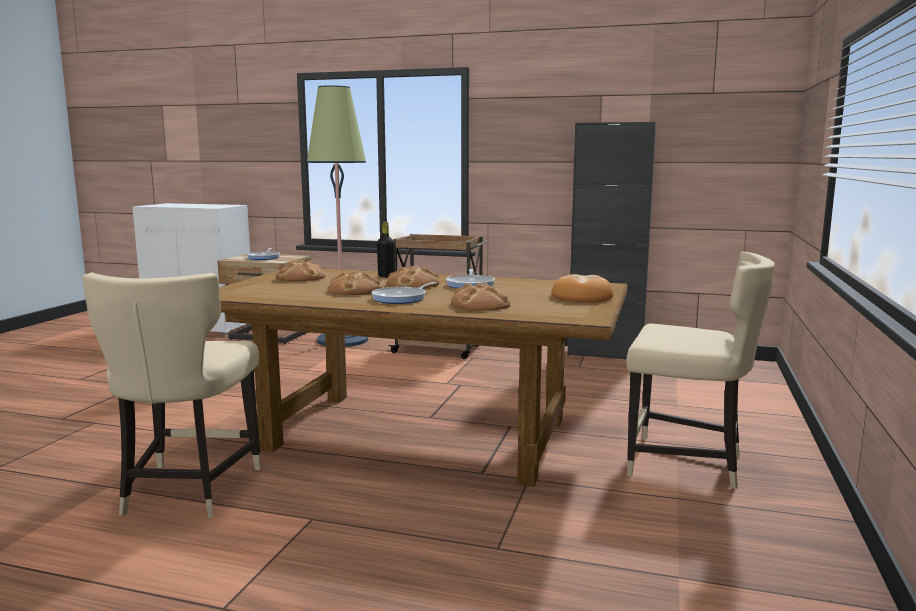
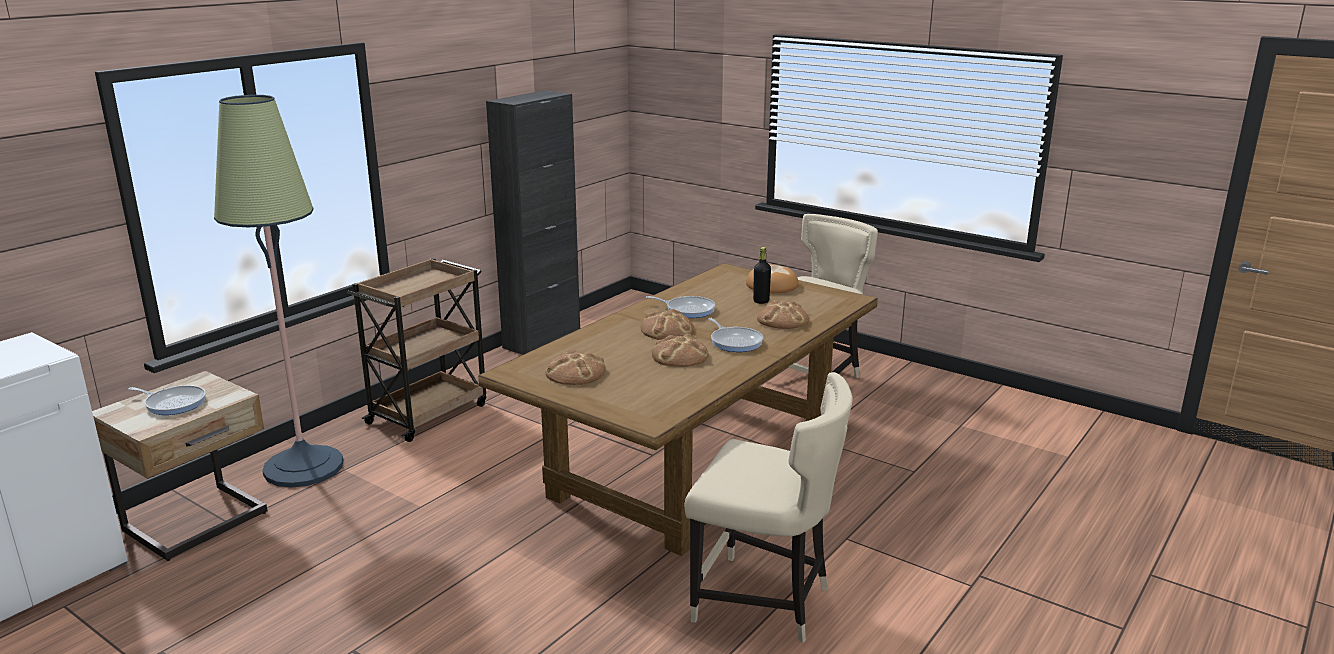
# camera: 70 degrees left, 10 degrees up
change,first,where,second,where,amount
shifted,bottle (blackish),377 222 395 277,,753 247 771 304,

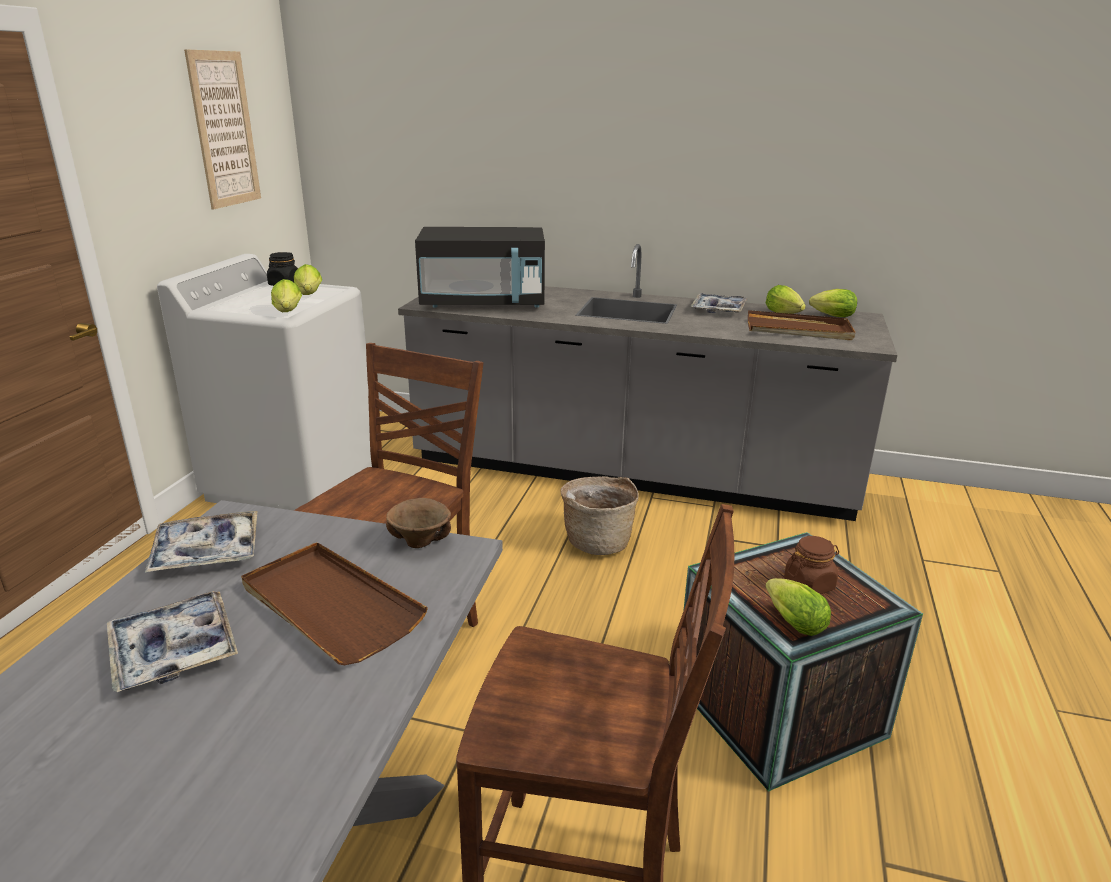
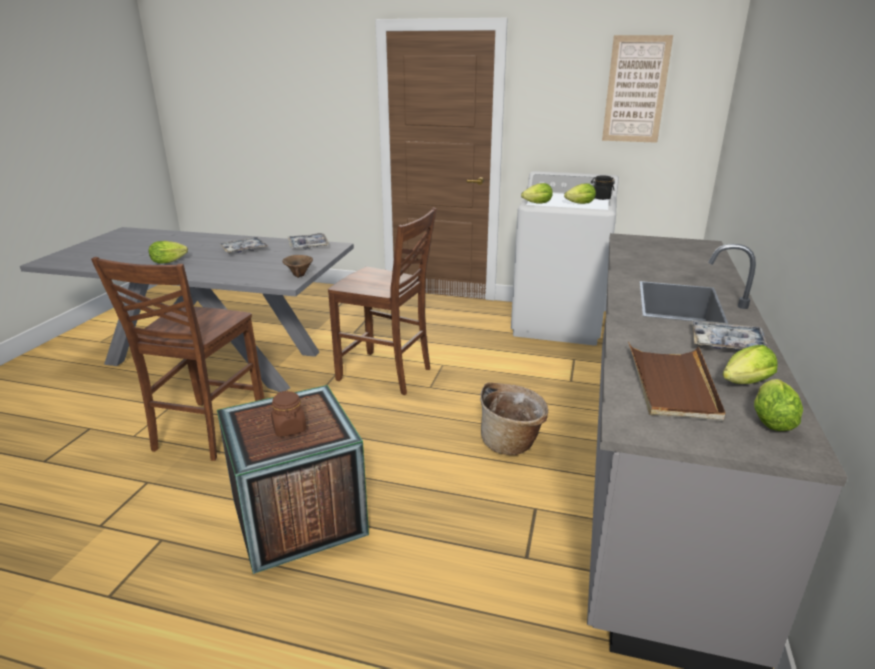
# camera: 90 degrees right, 0 degrees up
change,first,where,second,where,amount
gone,carrying tray (brownish),241 542 428 665,,,
gone,microwave (blackish),415 227 545 308,,,
shifted,head of lettuce,765 578 831 636,,149 241 188 264,

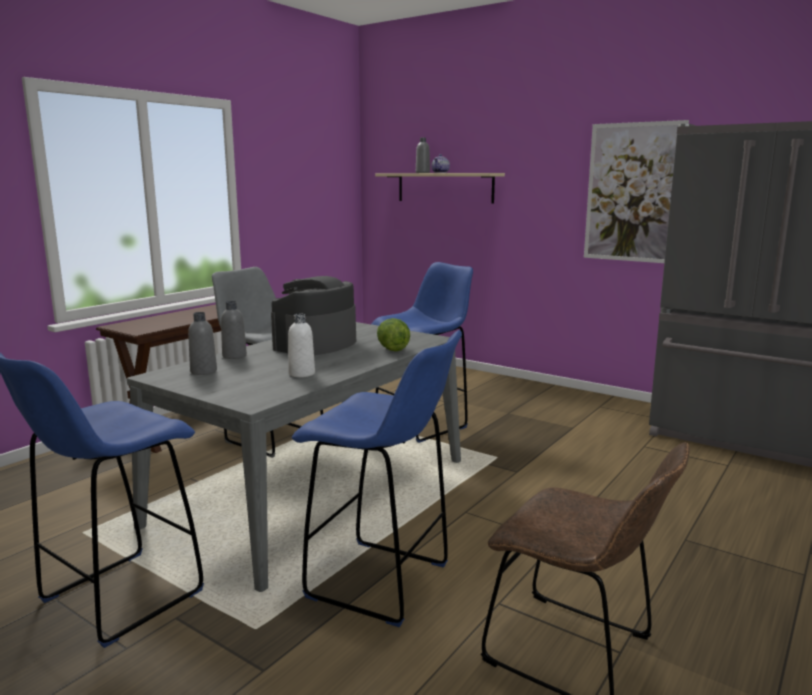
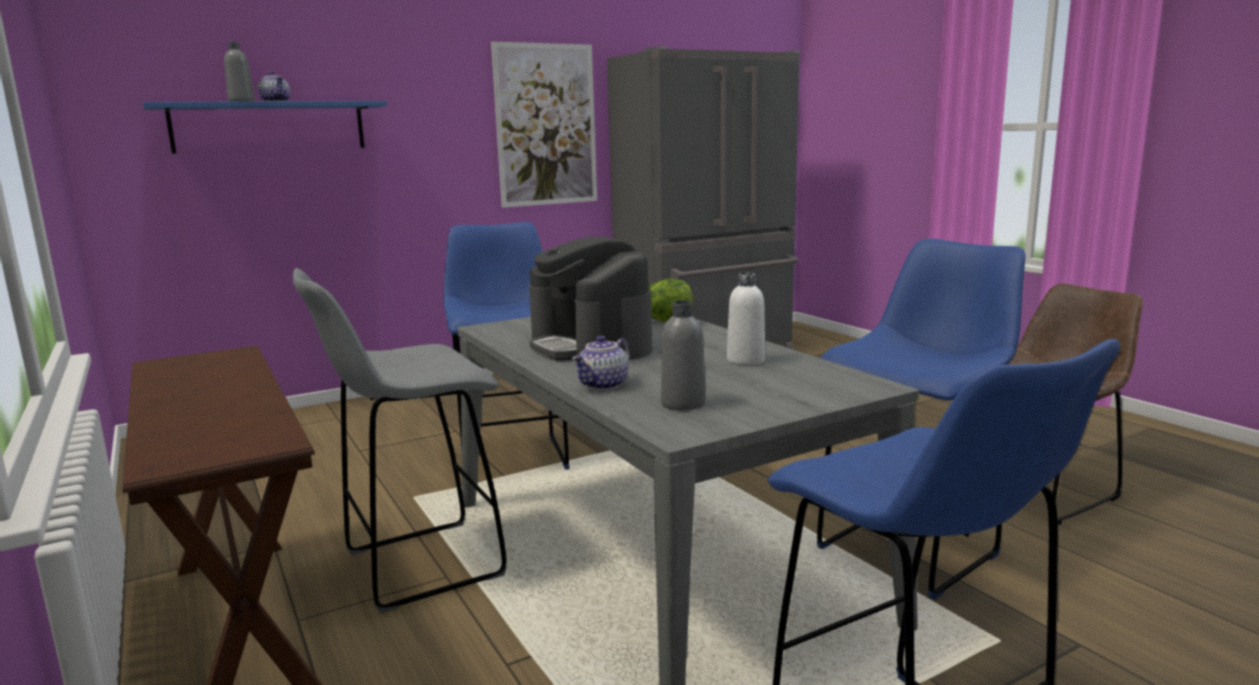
# camera: 65 degrees left, 0 degrees up
change,first,where,second,where,amount
swapped,bottle (greyish),221 301 247 359,teapot,572 336 630 390,
repainted,bracket shelf (sand-coloured),375 173 505 204,bracket shelf (bluish),143 101 387 154,

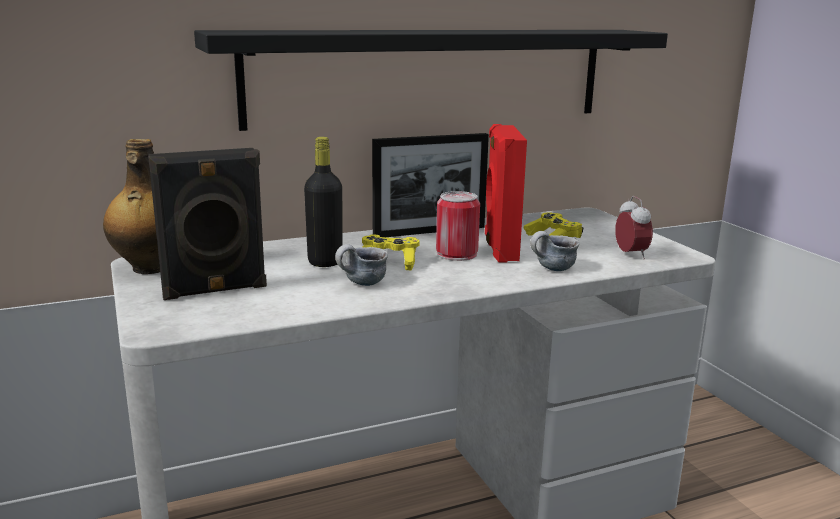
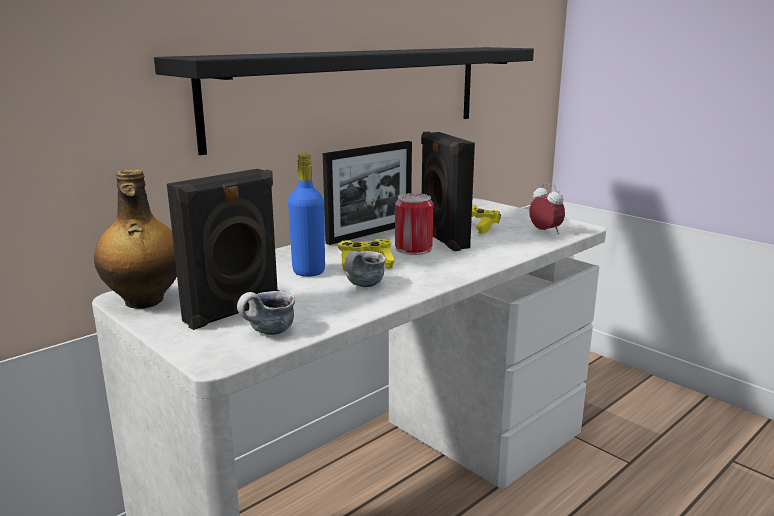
# camera: 20 degrees left, 0 degrees up
change,first,where,second,where,amount
repainted,bottle (blackish),304 137 343 267,bottle (bluish),288 154 325 277,
repainted,loudspeaker (reddish),485 124 527 262,loudspeaker (blackish),421 132 475 251,
shifted,mug,530 231 579 271,,237 291 295 335,

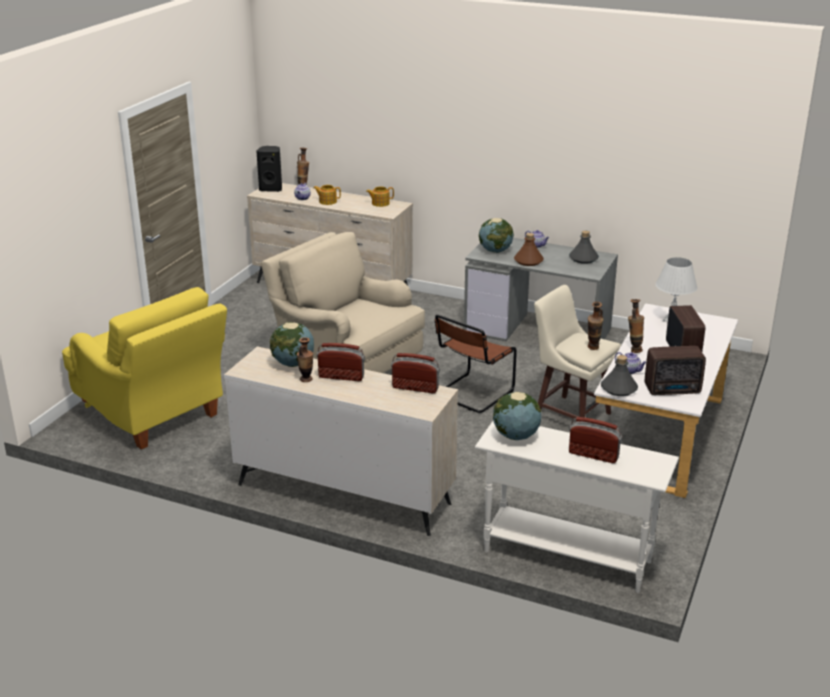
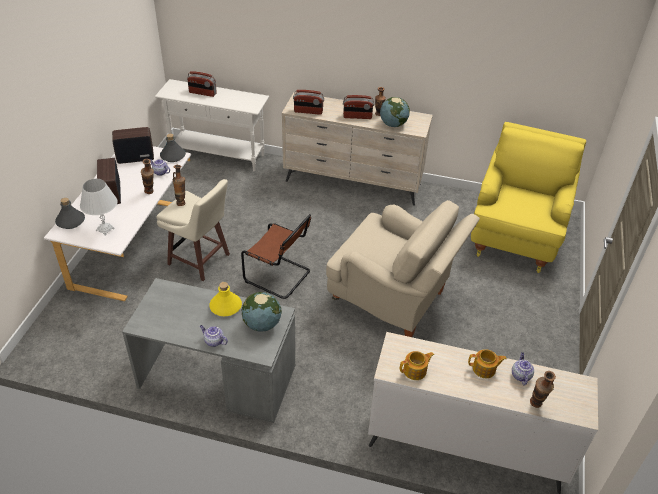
# camera: 170 degrees right, 15 degrees up
change,first,where,second,where,amount
rotated,easy chair (yellow-coloured),62 287 227 450,,471 122 586 273,75 degrees clockwise
gone,loudspeaker (blackish),256 146 282 192,,,
rotated,chair (brownish),434 315 517 413,,241 214 311 299,90 degrees clockwise
gone,globe,493 392 542 441,,,
repainted,bottle (brownish),514 233 544 266,bottle (yellow-coloured),209 282 242 316,
shifted,bottle (greyish),569 231 599 264,,55 198 85 229,

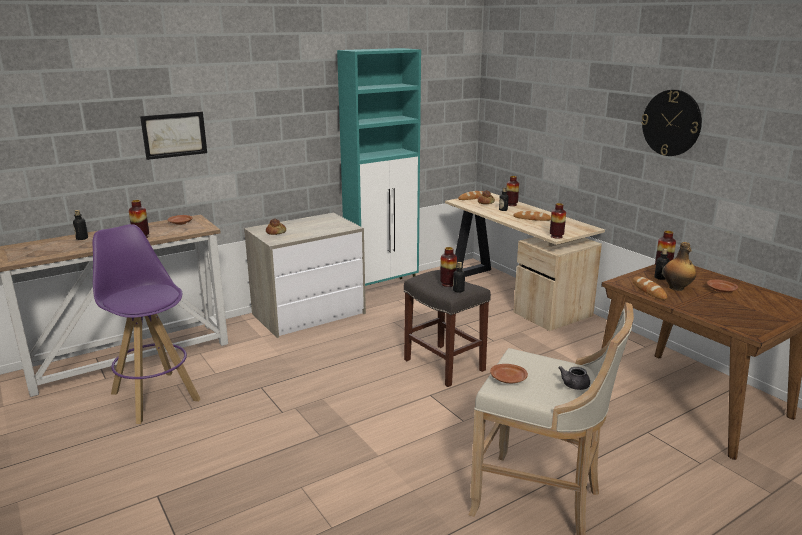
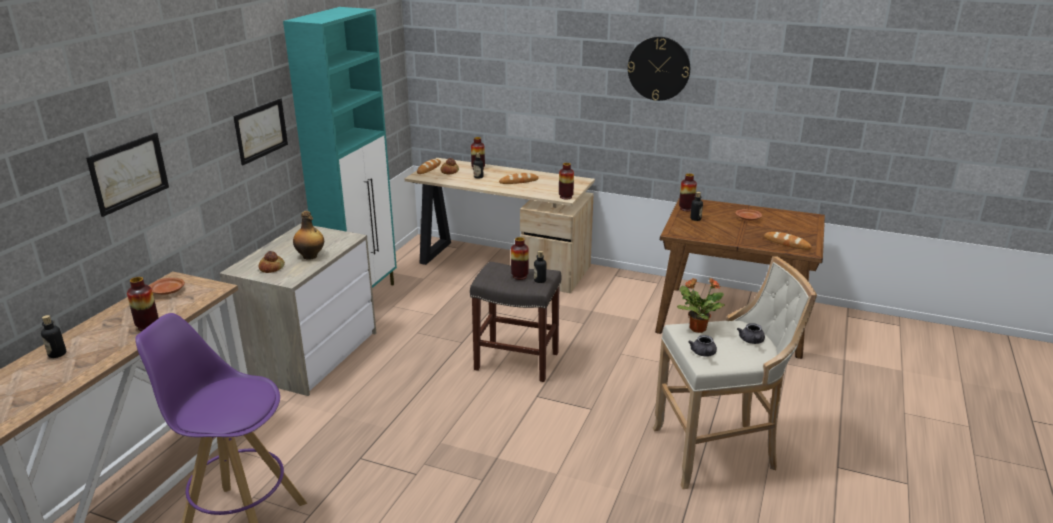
# camera: 35 degrees left, 5 degrees up
change,first,where,second,where,amount
swapped,dinner plate (brownish),490 364 528 383,teapot (greyish),688 335 717 357,
shifted,bread,632 277 667 300,,764 232 812 250,
shifted,bottle,663 242 696 291,,293 211 324 260,
new,,,wall picture,233 98 288 165,
new,,,potted plant,677 278 725 333,

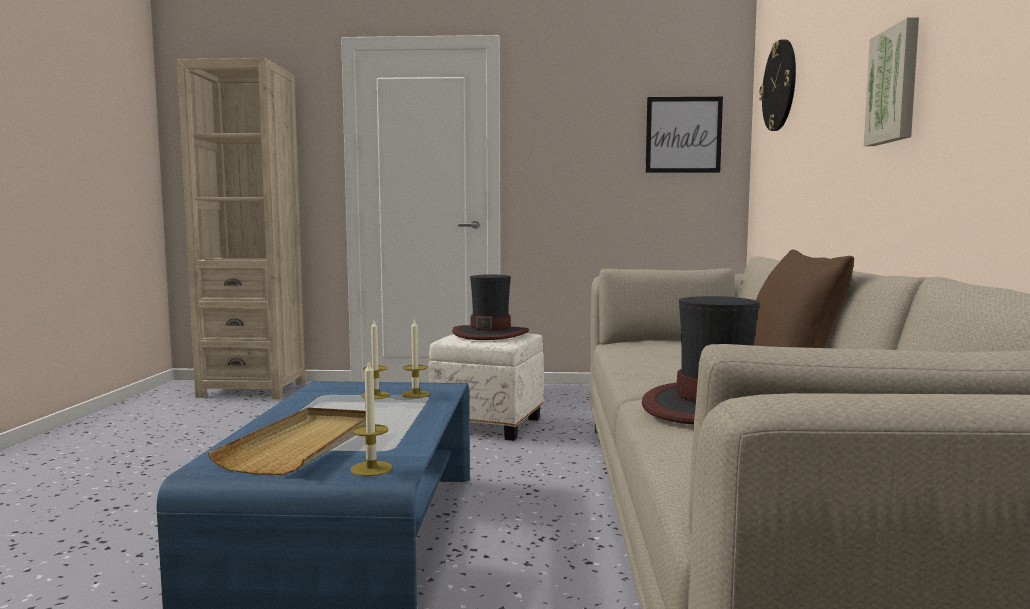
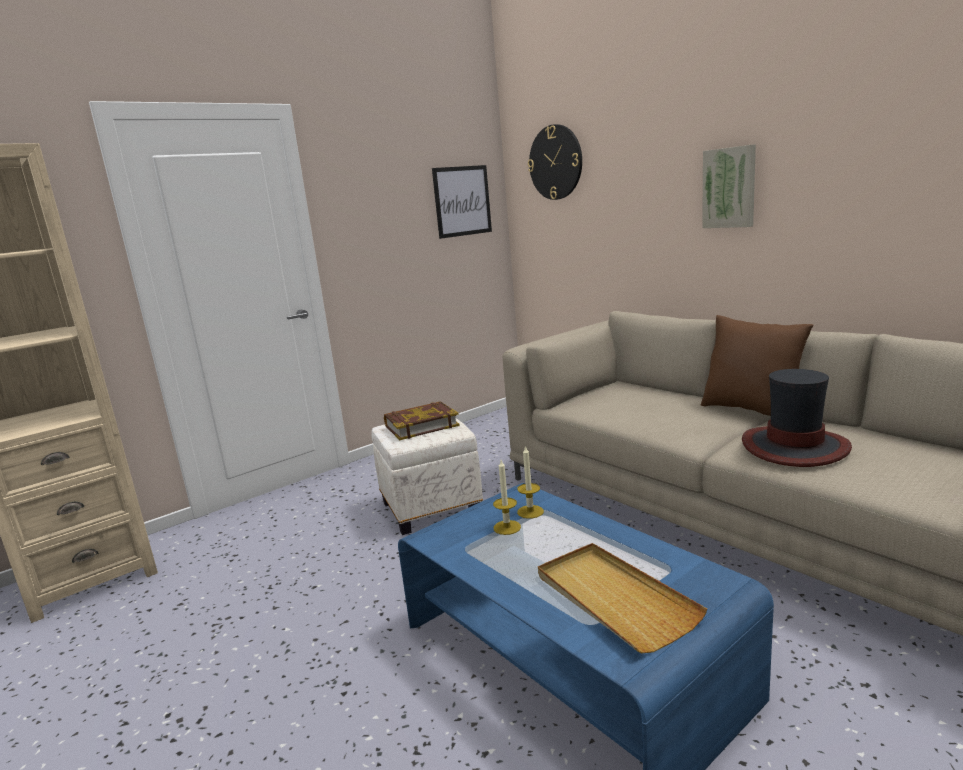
# camera: 40 degrees left, 10 degrees up
change,first,where,second,where,amount
gone,wax light,351 362 392 476,,,
swapped,clothing hat,452 274 529 340,book,384 401 460 440,

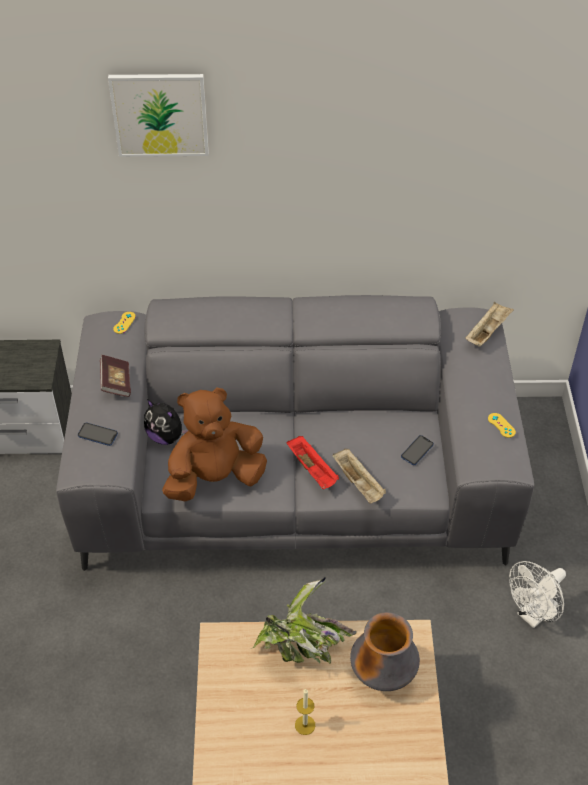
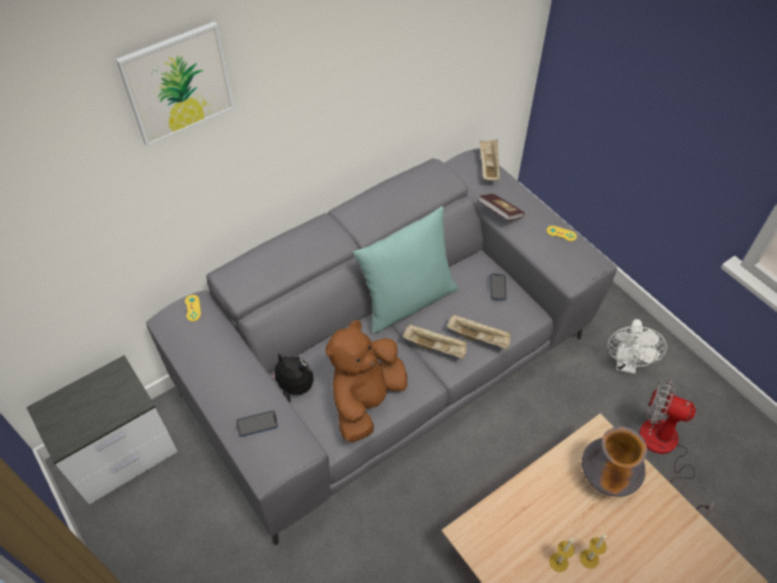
# camera: 35 degrees left, 5 degrees up
change,first,where,second,where,amount
shifted,book,100 355 131 397,,478 194 525 221,
rotated,soft toy,144 399 188 445,,270 353 314 403,150 degrees counterclockwise
gone,potted plant,251 577 356 664,,,
repainted,carrying tray (reddish),287 436 339 489,carrying tray (sand-coloured),403 324 467 359,
new,,,throw pillow (blue-green),353 206 458 334,
new,,,wax light,549 537 575 572,
new,,,electric fan,639 378 714 515,

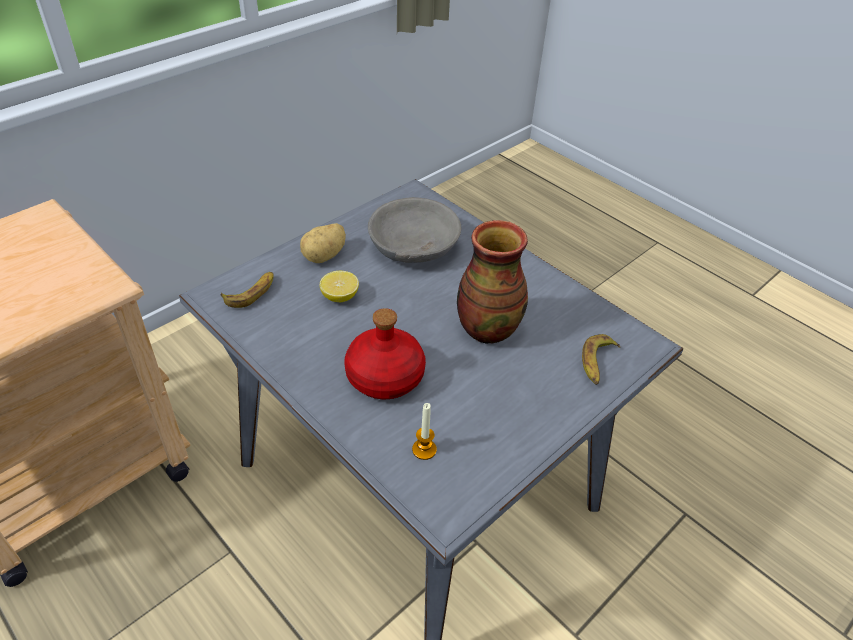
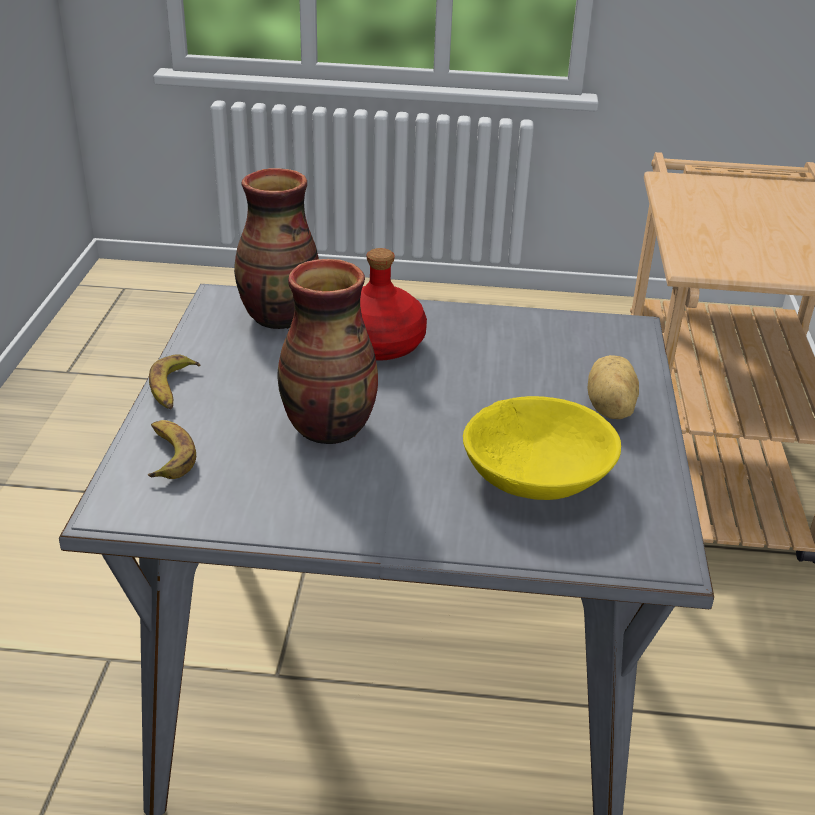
# camera: 140 degrees right, 10 degrees down
change,first,where,second,where,amount
shifted,banana,220 272 274 308,,149 354 201 410,
gone,whole lemon,320 271 359 302,,,
repainted,bowl (greyish),368 197 462 263,bowl (yellow-coloured),463 396 621 500,
swapped,wax light,412 403 437 460,flower vase,234 168 319 329,

